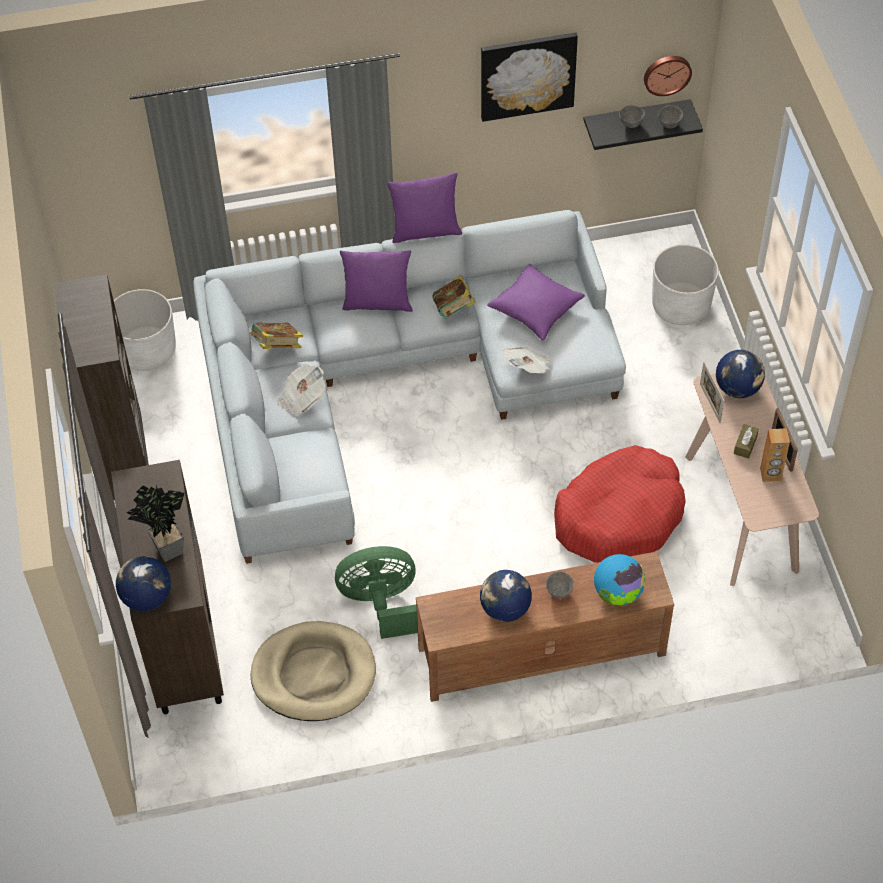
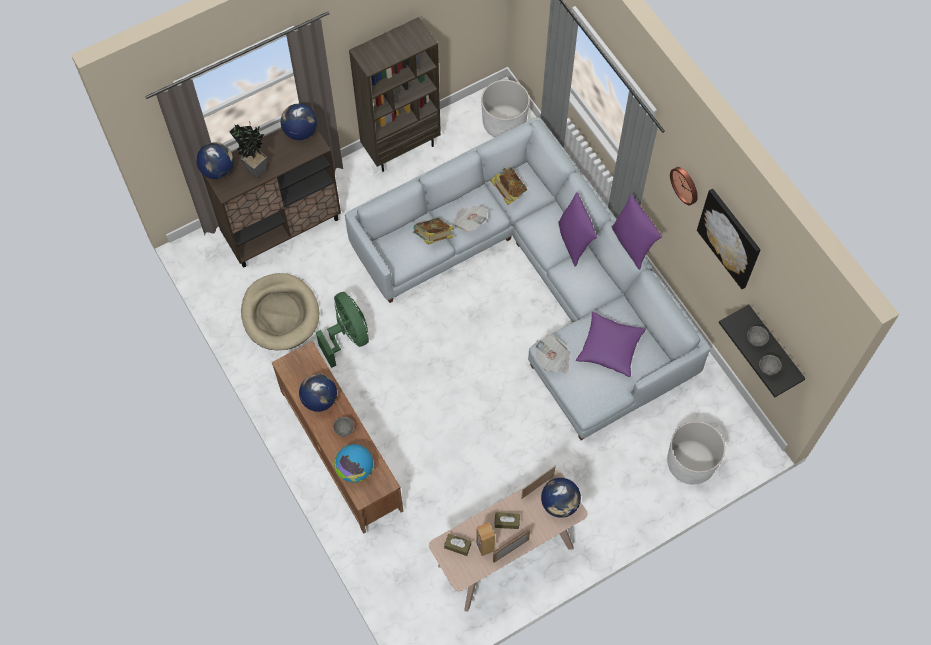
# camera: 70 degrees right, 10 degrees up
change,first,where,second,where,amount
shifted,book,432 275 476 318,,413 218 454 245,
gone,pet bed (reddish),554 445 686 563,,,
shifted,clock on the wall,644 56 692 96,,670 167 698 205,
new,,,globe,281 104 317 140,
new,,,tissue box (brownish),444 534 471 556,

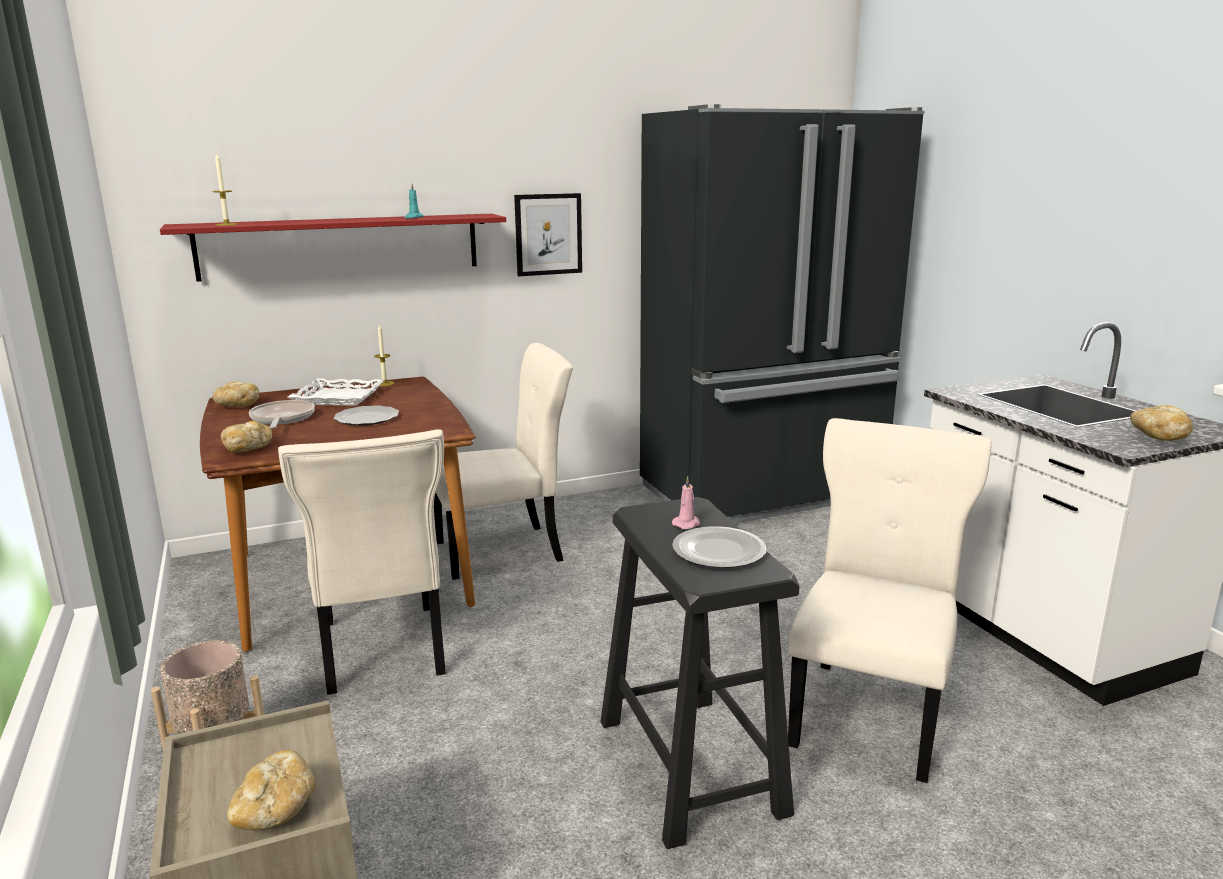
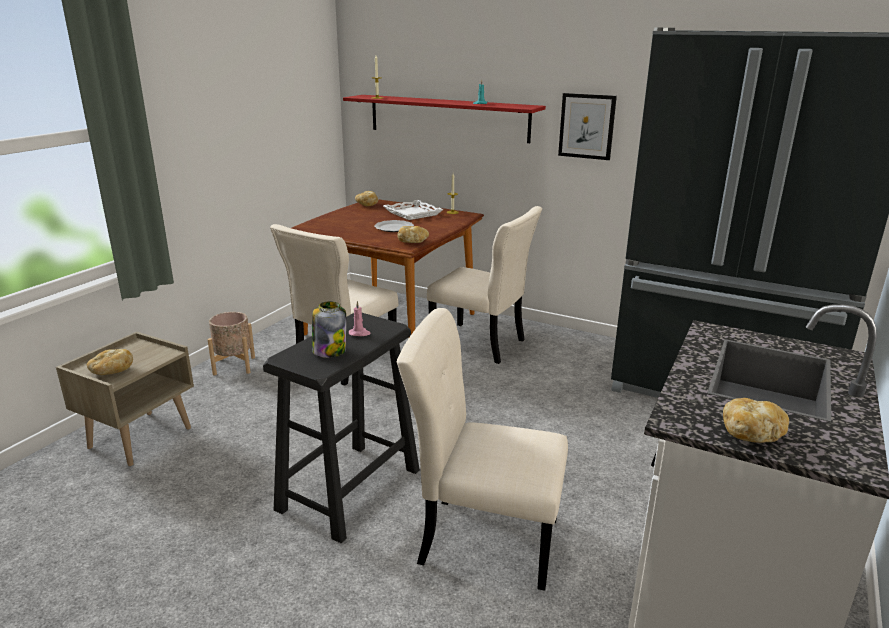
# camera: 50 degrees right, 5 degrees up
change,first,where,second,where,amount
shifted,bread,221 421 272 452,,397 226 429 243,
gone,skillet,249 400 315 428,,,
swapped,dinner plate,672 526 766 568,preserve jar,312 301 346 358,
rotated,chair (sand-coloured),788 418 991 783,,397 308 568 591,150 degrees counterclockwise

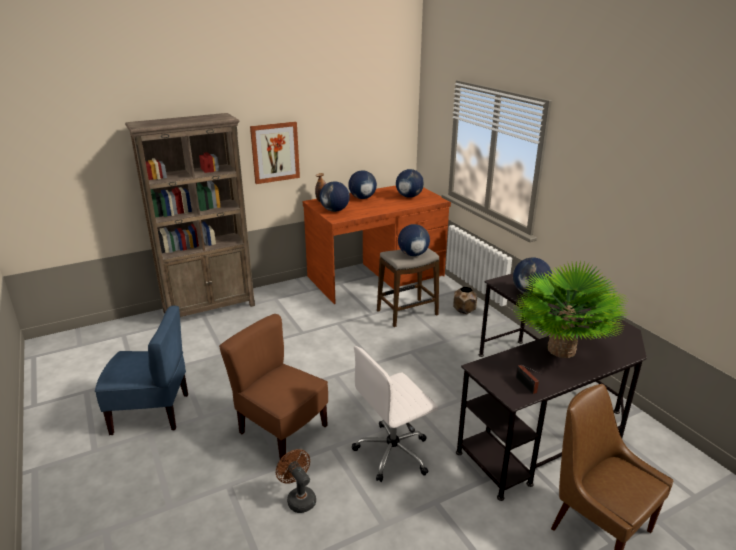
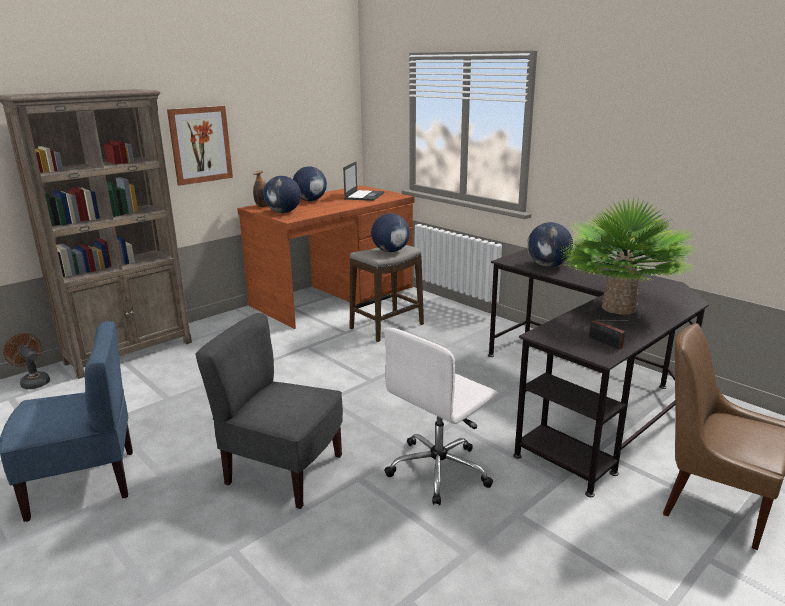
# camera: 15 degrees left, 5 degrees down
change,first,where,second,where,amount
repainted,chair (brownish),219 314 328 462,chair (greyish),195 313 343 509,
shifted,electric fan (brownish),276 449 316 513,,3 333 50 389,
swapped,globe,396 169 424 198,portable computer,343 162 384 201,
gone,planter (brownish),453 287 477 314,,,

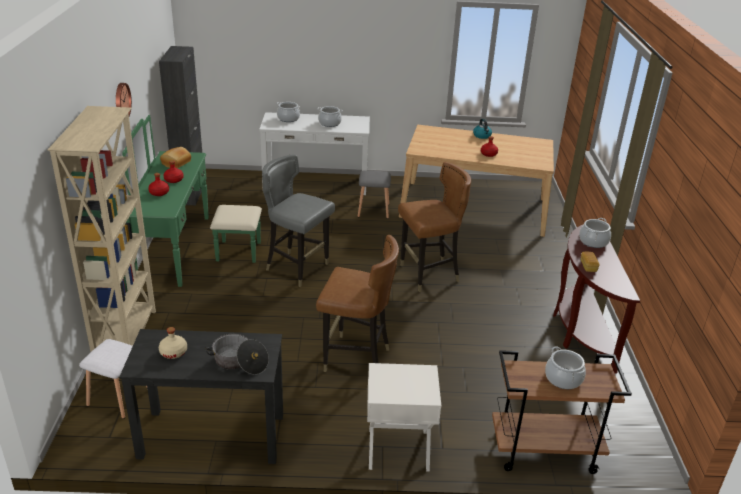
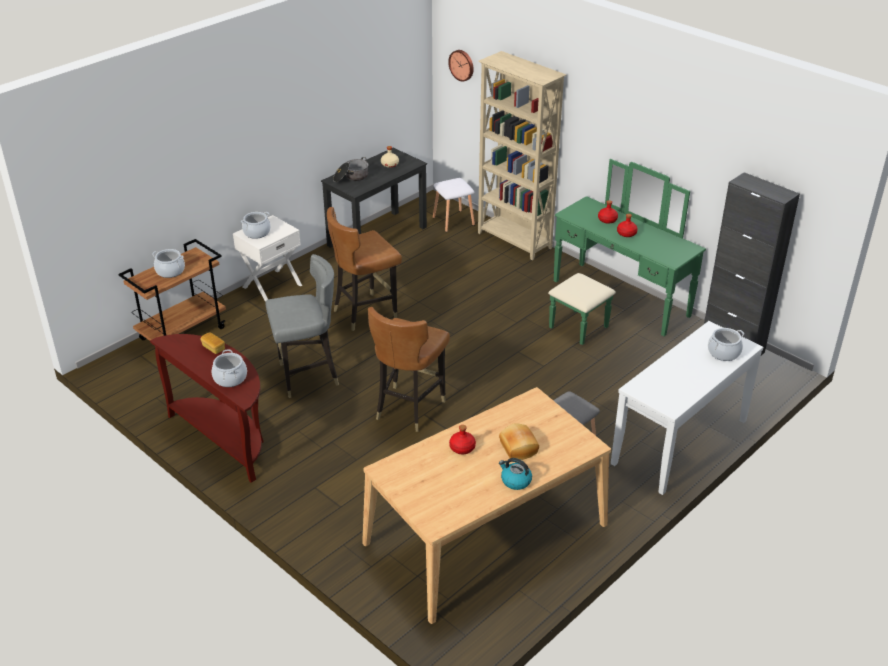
# camera: 135 degrees right, 5 degrees up
change,first,where,second,where,amount
shifted,clock on the wall,116 83 132 116,,448 50 474 82,
shifted,bread,160 147 191 168,,499 423 539 460,
shifted,chair (greyish),262 154 335 287,,265 254 339 398,
shifted,cooking pot,317 106 343 127,,241 212 271 239,

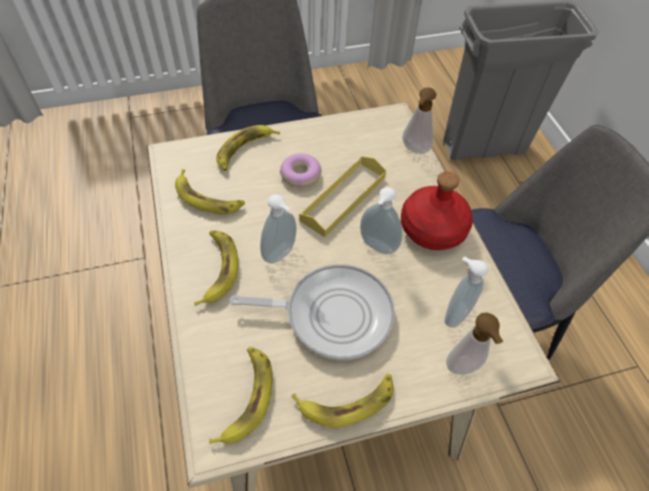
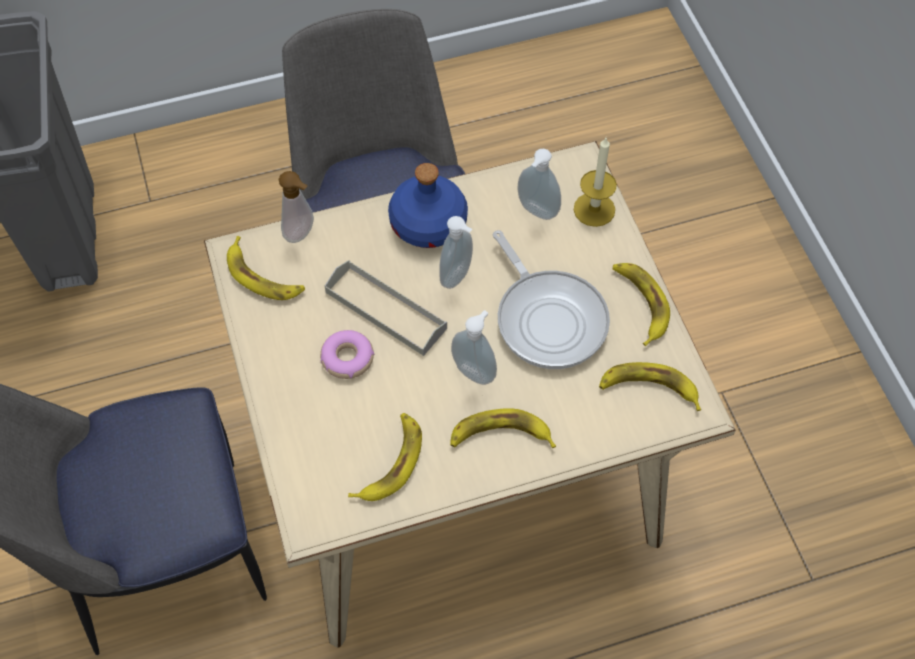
# camera: 90 degrees left, 5 degrees up
change,first,where,second,where,amount
shifted,banana,216 125 280 171,,227 236 305 300,
rotated,skillet,230 264 395 360,,493 230 610 369,150 degrees clockwise
repainted,carrying tray (yellow-coloured),299 156 386 237,carrying tray (greyish),325 260 447 356,
repainted,bottle (reddish),401 171 473 250,bottle (bluish),388 163 468 248,
swapped,soap bottle,446 313 503 375,wax light,574 138 617 227,

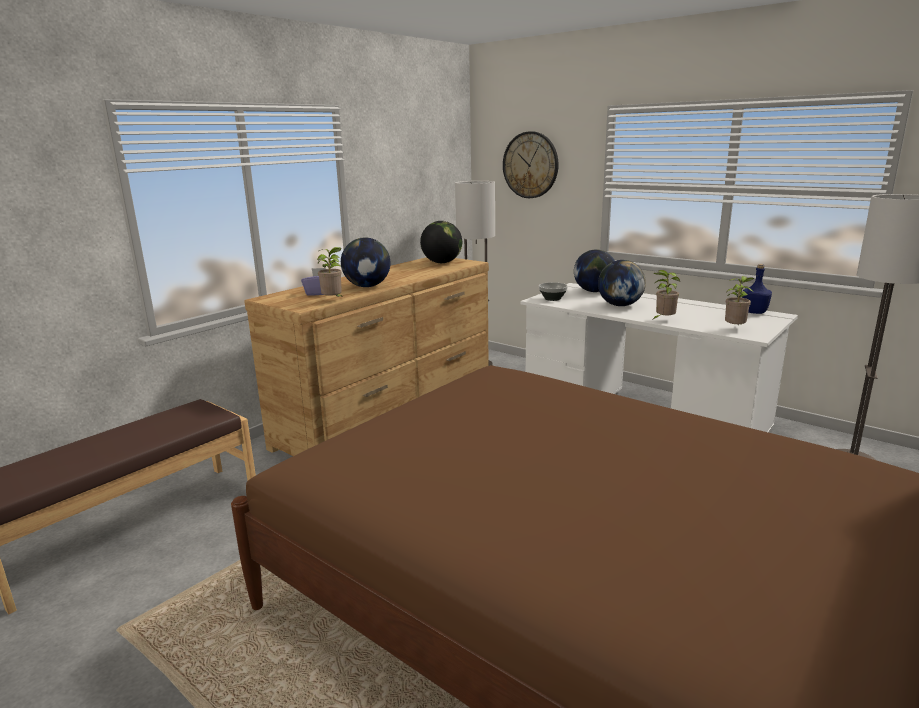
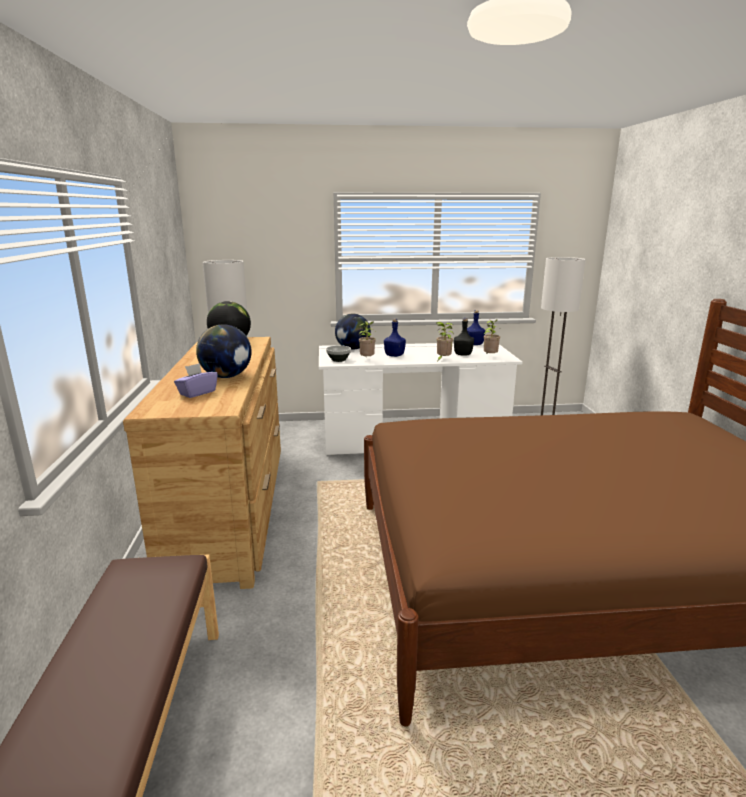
# camera: 45 degrees left, 0 degrees up
change,first,where,second,where,amount
shifted,potted plant,317 247 342 297,,359 321 375 358,
gone,clock on the wall,503 131 559 198,,,
swapped,globe,598 260 646 306,bottle (bluish),384 319 406 357,
new,,,bottle (blackish),454 318 474 356,

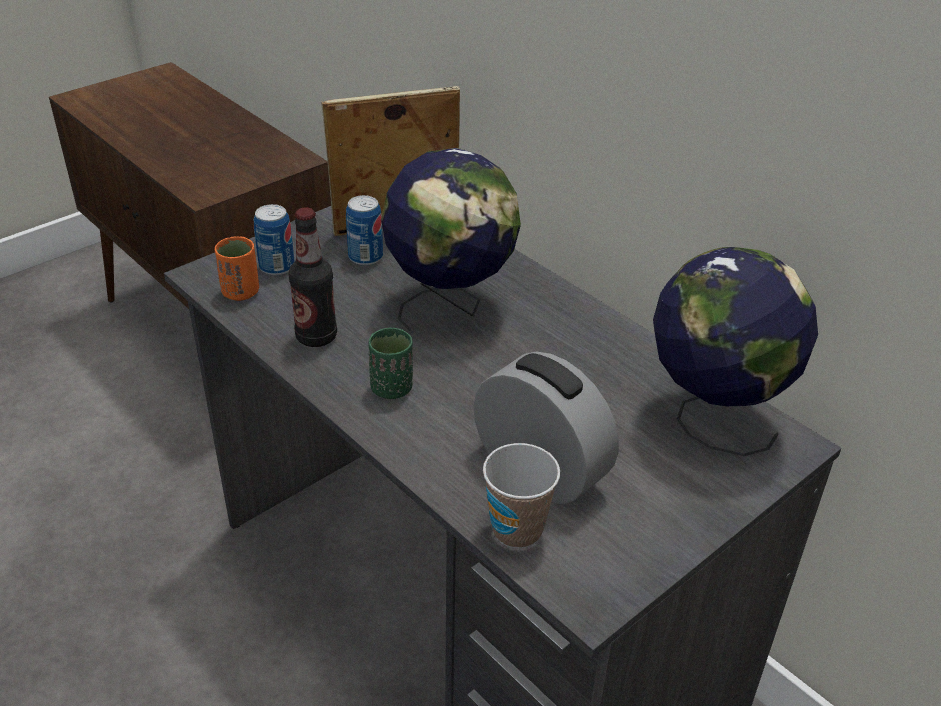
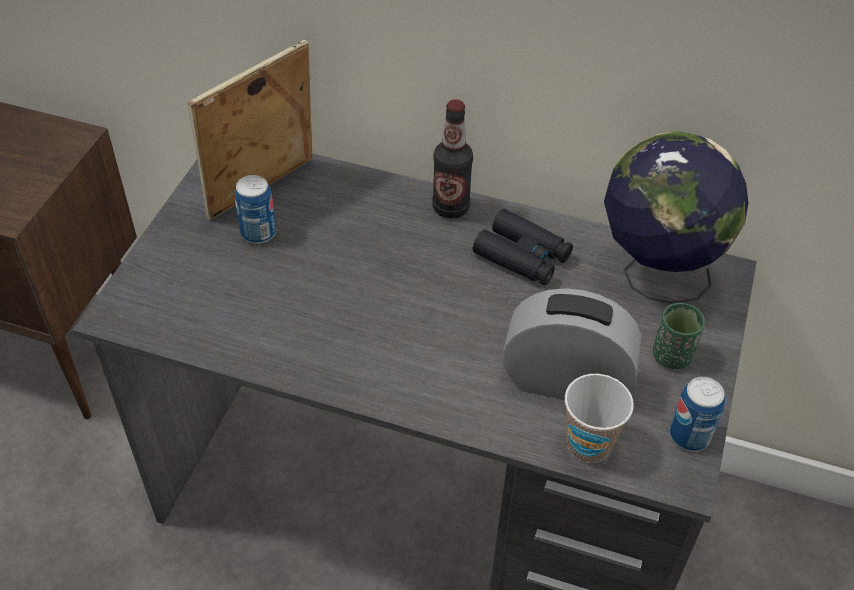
# camera: 30 degrees left, 10 degrees up
change,first,where,second,where,amount
gone,drinking cup (orangey),215 236 259 301,,,
shifted,metal can,254 204 295 276,,669 377 725 451,
shifted,bottle,288 207 337 347,,432 99 473 219,
shifted,drinking cup (green-coloured),369 328 413 399,,653 303 705 369,
gone,globe,381 148 521 331,,,
new,,,binoculars (blackish),473 209 573 285,

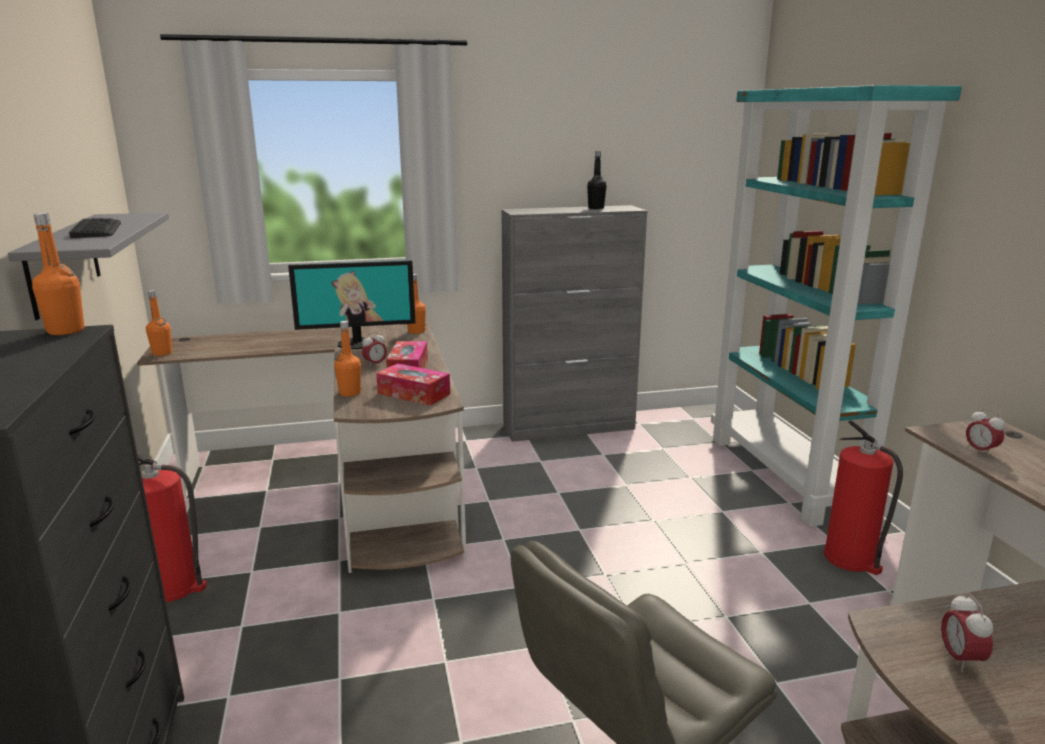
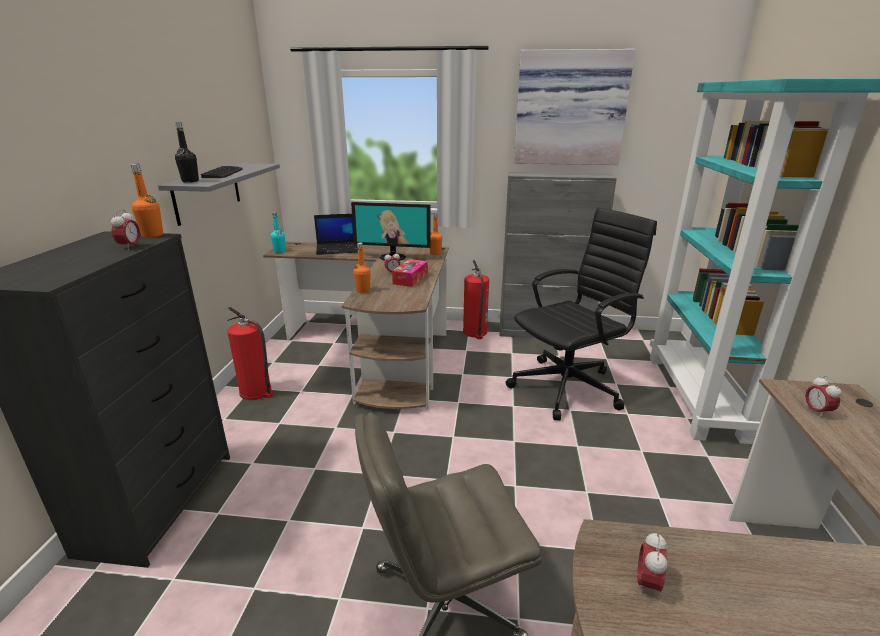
# camera: 20 degrees right, 5 degrees up
change,first,where,second,where,amount
repainted,bottle (orangey),146 290 172 356,bottle (blue-green),270 212 285 253,
gone,tissue box,376 363 450 406,,,
shifted,bottle (blackish),587 151 607 209,,175 122 199 183,
shifted,fire extinguisher,824 420 903 575,,463 260 489 339,
new,,,alarm clock,111 209 140 250,
new,,,portable computer,314 214 358 255,
new,,,office chair (blackish),506 207 657 420,
new,,,wall picture,514 49 635 165,

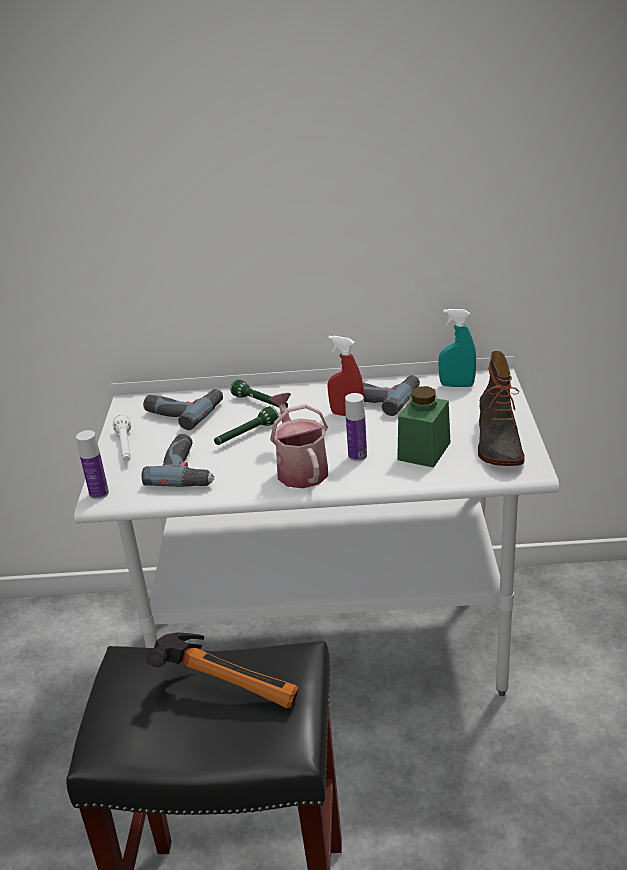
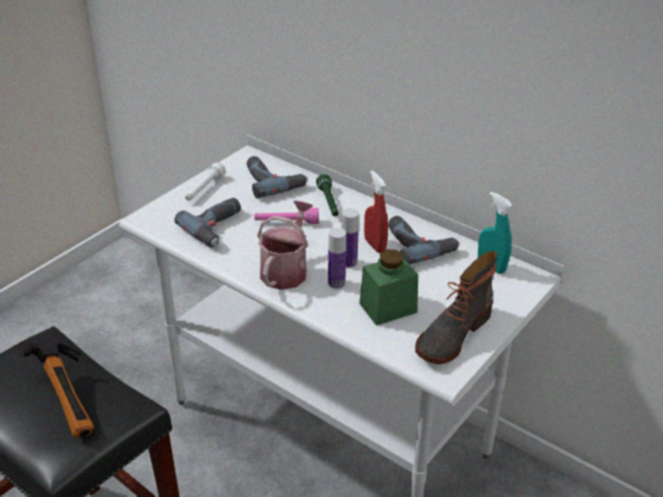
# camera: 35 degrees right, 5 degrees up
change,first,where,second,where,amount
shifted,bottle,76 430 109 500,,341 208 359 268,
repainted,flashlight (green-coloured),214 406 279 445,flashlight (pinkish),254 208 319 224,

